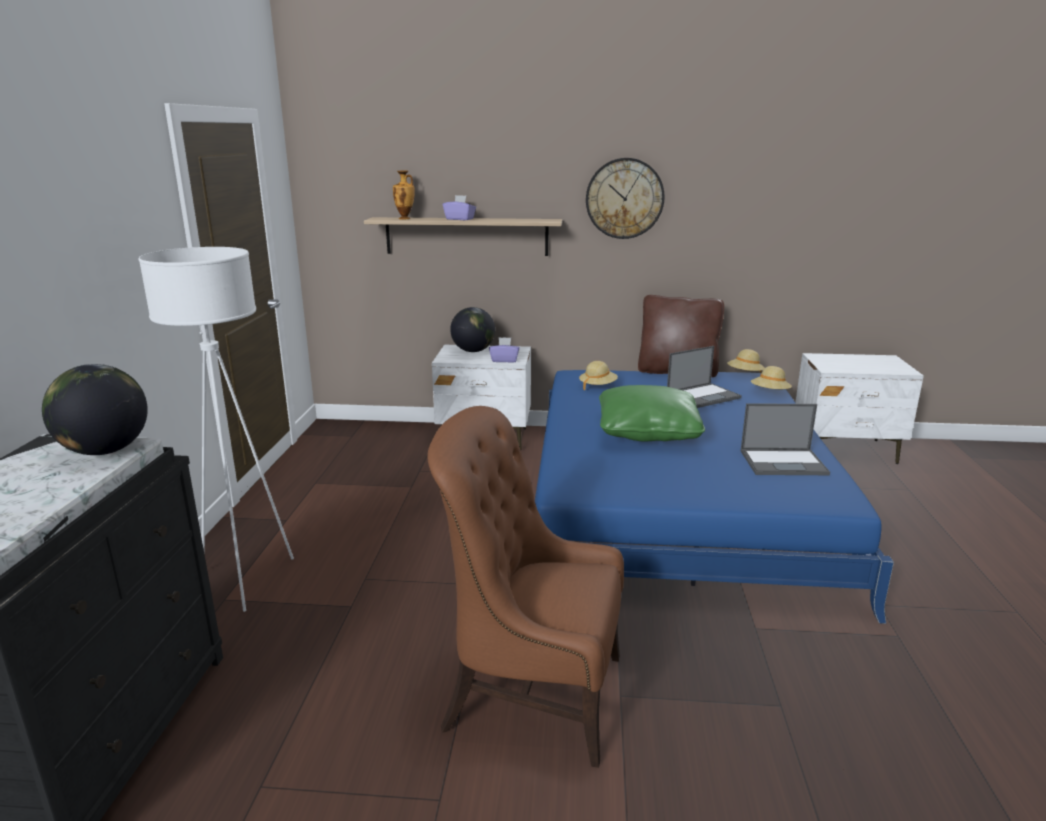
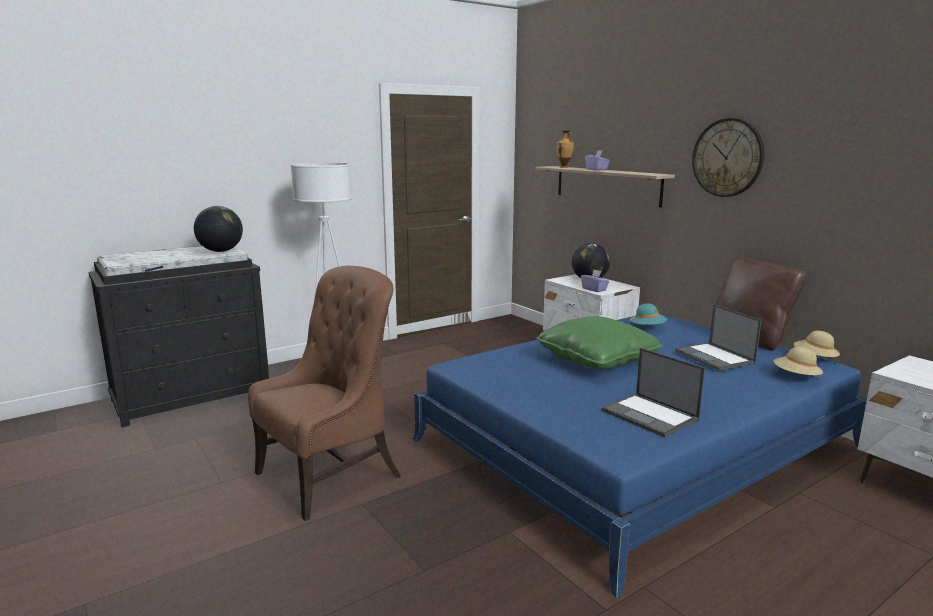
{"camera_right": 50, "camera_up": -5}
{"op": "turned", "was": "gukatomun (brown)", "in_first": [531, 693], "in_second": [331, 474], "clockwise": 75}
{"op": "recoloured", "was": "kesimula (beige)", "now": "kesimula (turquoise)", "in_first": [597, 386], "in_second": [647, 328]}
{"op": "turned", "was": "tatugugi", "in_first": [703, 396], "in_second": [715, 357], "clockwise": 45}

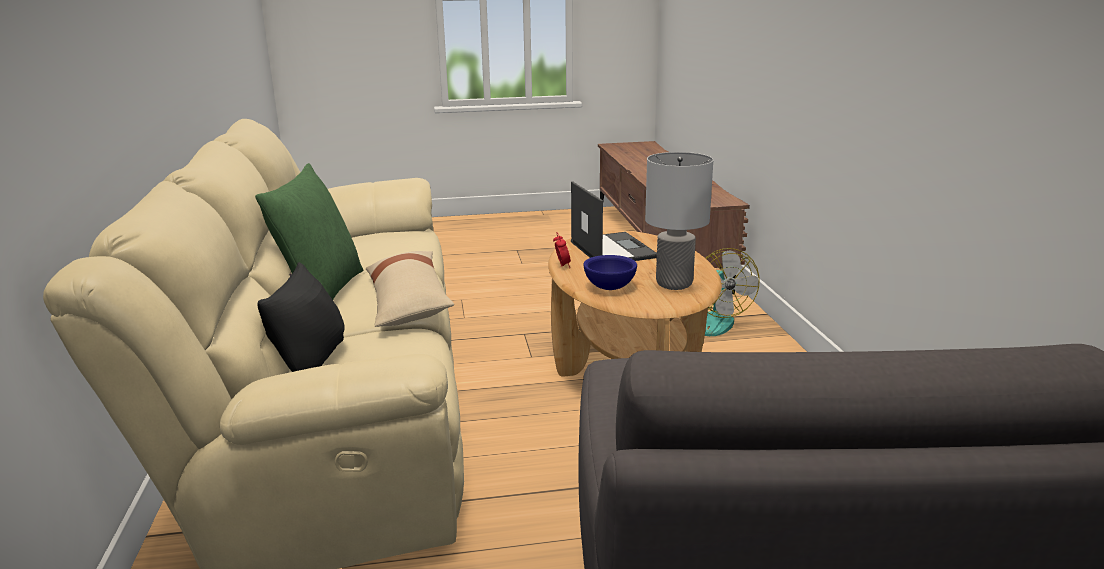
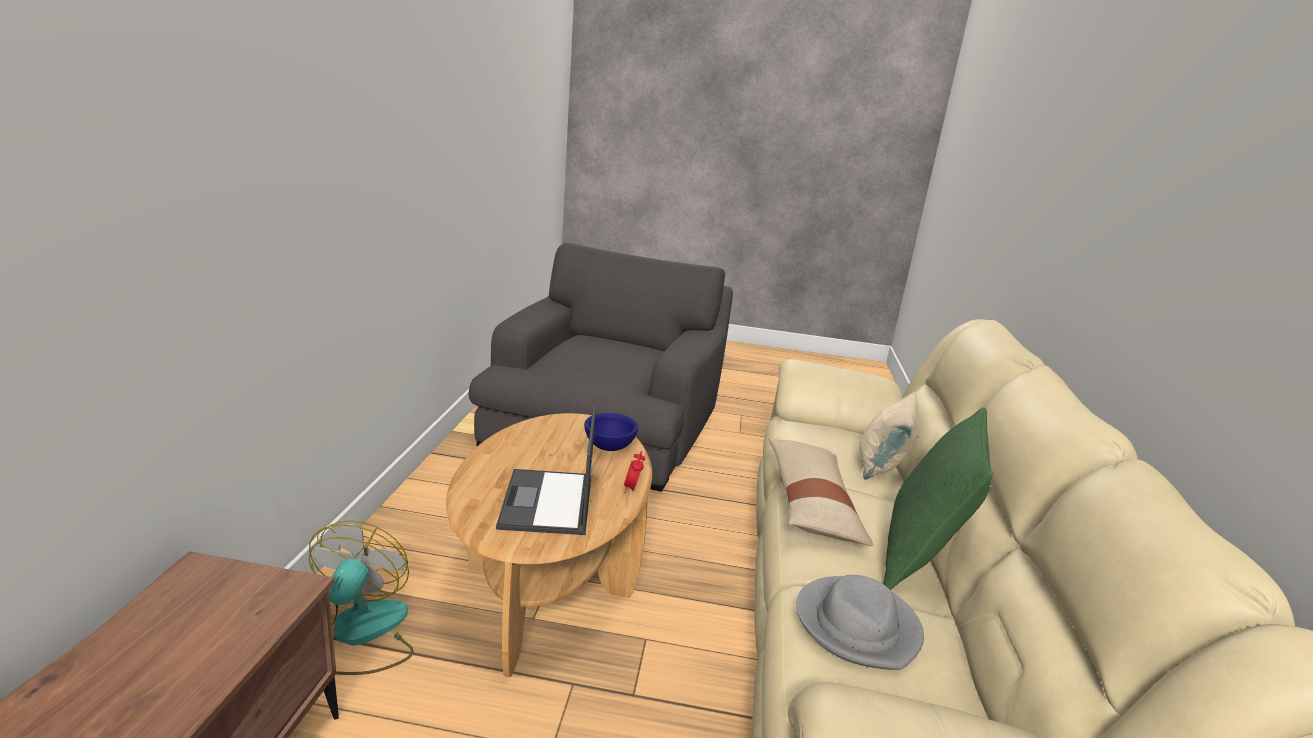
{"camera_right": -165, "camera_up": 0}
{"op": "added", "now": "kesimula (grey)", "in_second": [857, 626]}
{"op": "recoloured", "was": "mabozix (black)", "now": "mabozix (beige)", "in_first": [311, 361], "in_second": [882, 466]}
{"op": "removed", "was": "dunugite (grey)", "in_first": [673, 286]}

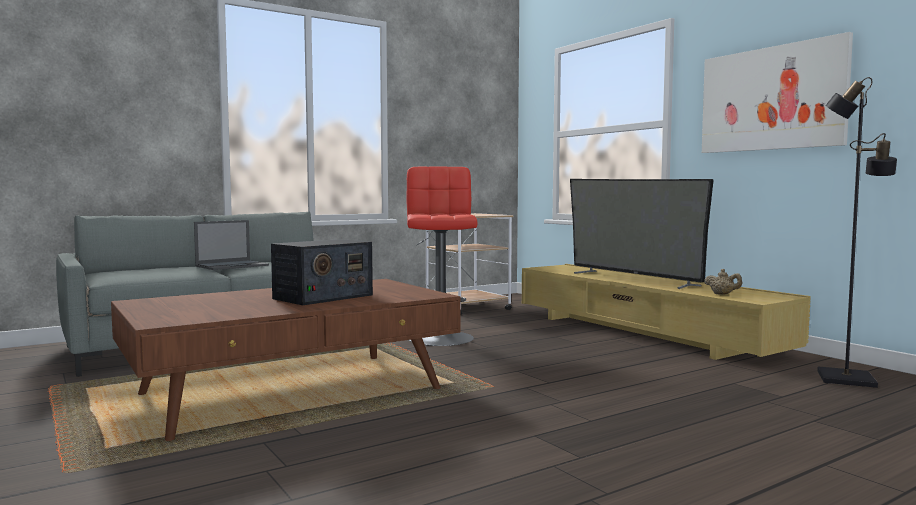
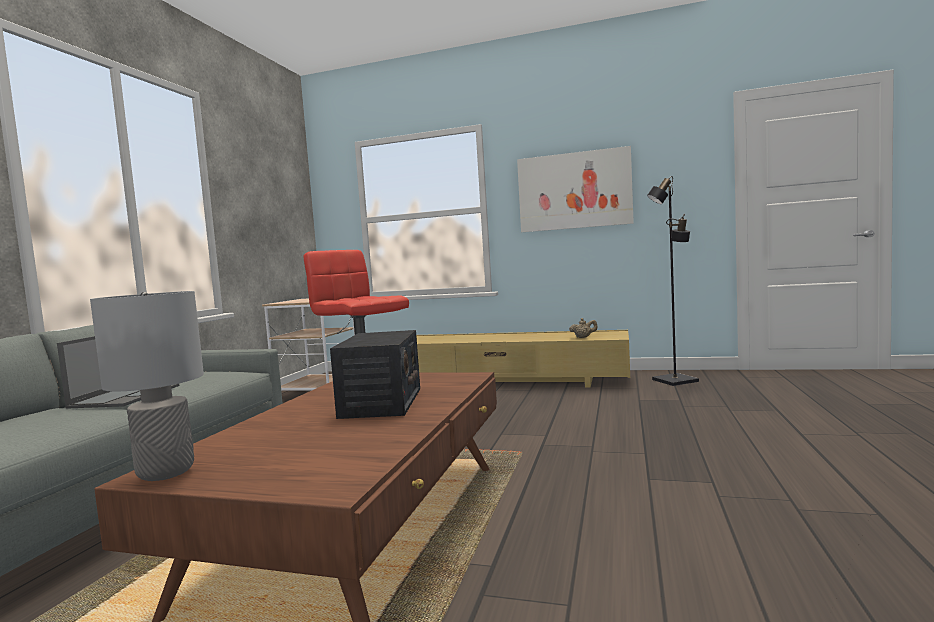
{"camera_right": -40, "camera_up": 0}
{"op": "added", "now": "dunugite (grey)", "in_second": [167, 475]}
{"op": "removed", "was": "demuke", "in_first": [633, 279]}

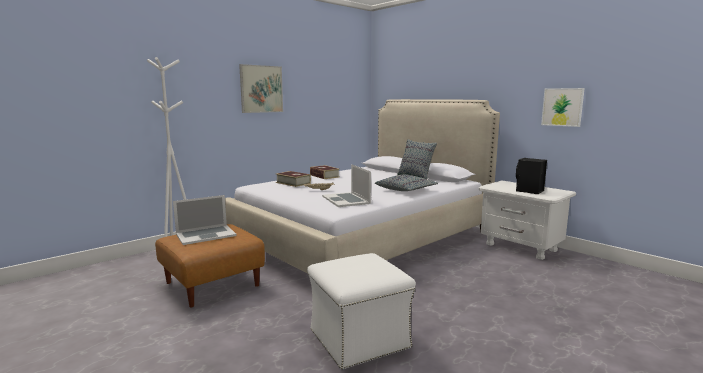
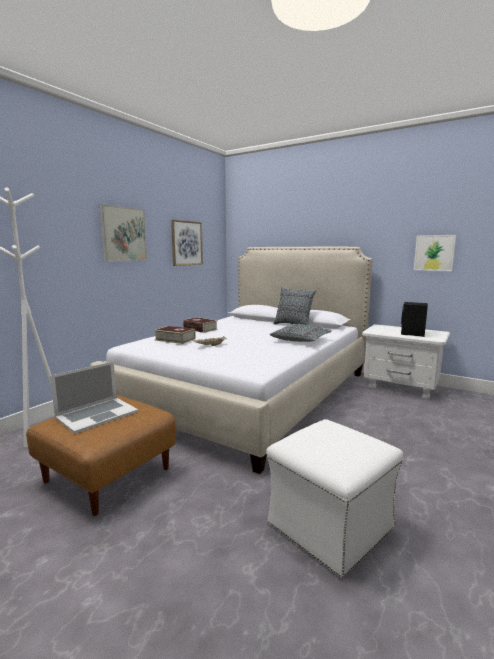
{"camera_right": -15, "camera_up": 0}
{"op": "added", "now": "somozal", "in_second": [186, 243]}
{"op": "removed", "was": "tatugugi", "in_first": [346, 200]}

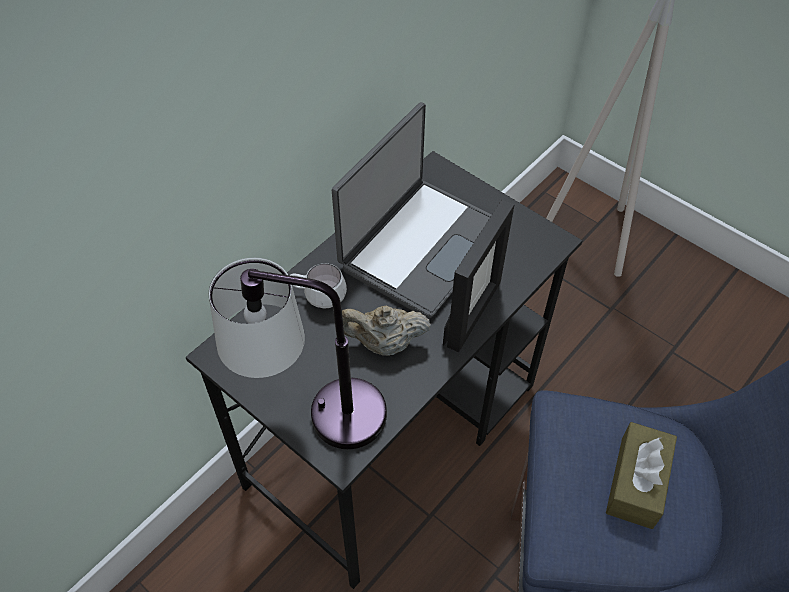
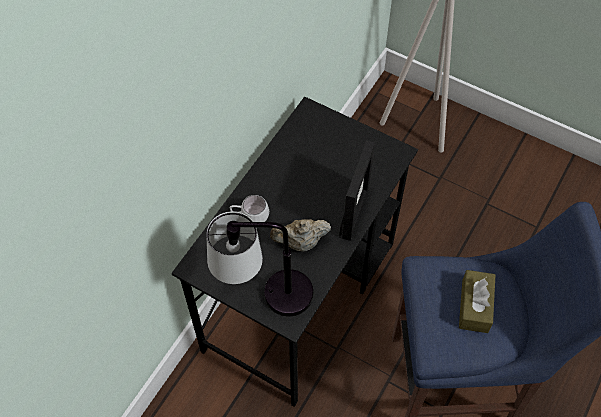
{"camera_right": -10, "camera_up": 5}
{"op": "removed", "was": "tatugugi", "in_first": [420, 246]}

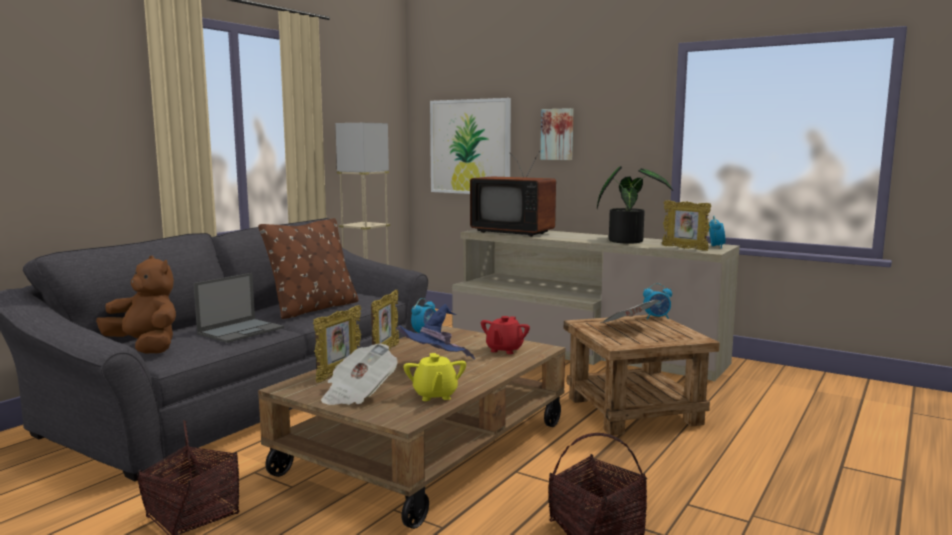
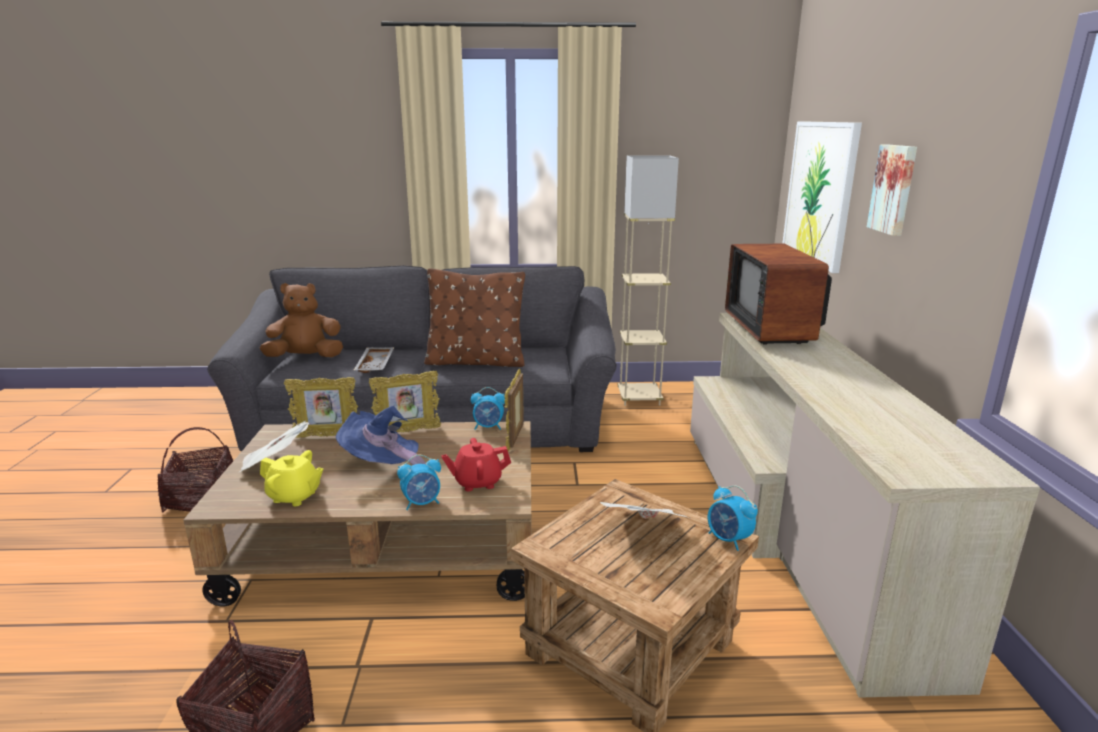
{"camera_right": 55, "camera_up": 10}
{"op": "turned", "was": "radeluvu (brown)", "in_first": [146, 347], "in_second": [306, 358], "clockwise": -105}
{"op": "turned", "was": "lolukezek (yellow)", "in_first": [435, 395], "in_second": [294, 496], "clockwise": -120}
{"op": "replaced", "was": "tatugugi", "now": "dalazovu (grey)", "in_first": [241, 330], "in_second": [376, 365]}
{"op": "moved", "was": "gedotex", "in_first": [716, 247], "in_second": [422, 503]}
{"op": "moved", "was": "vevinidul", "in_first": [685, 248], "in_second": [515, 439]}
{"op": "removed", "was": "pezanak", "in_first": [628, 240]}

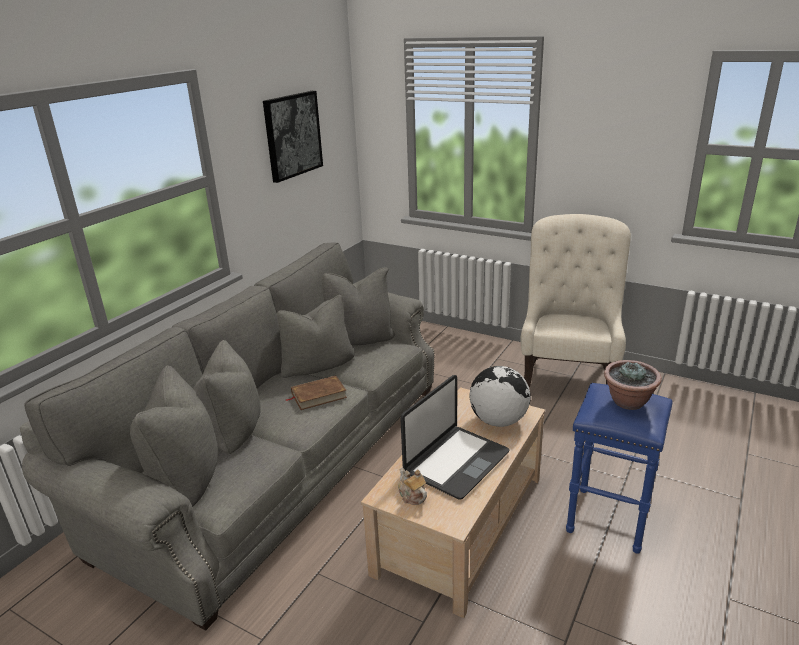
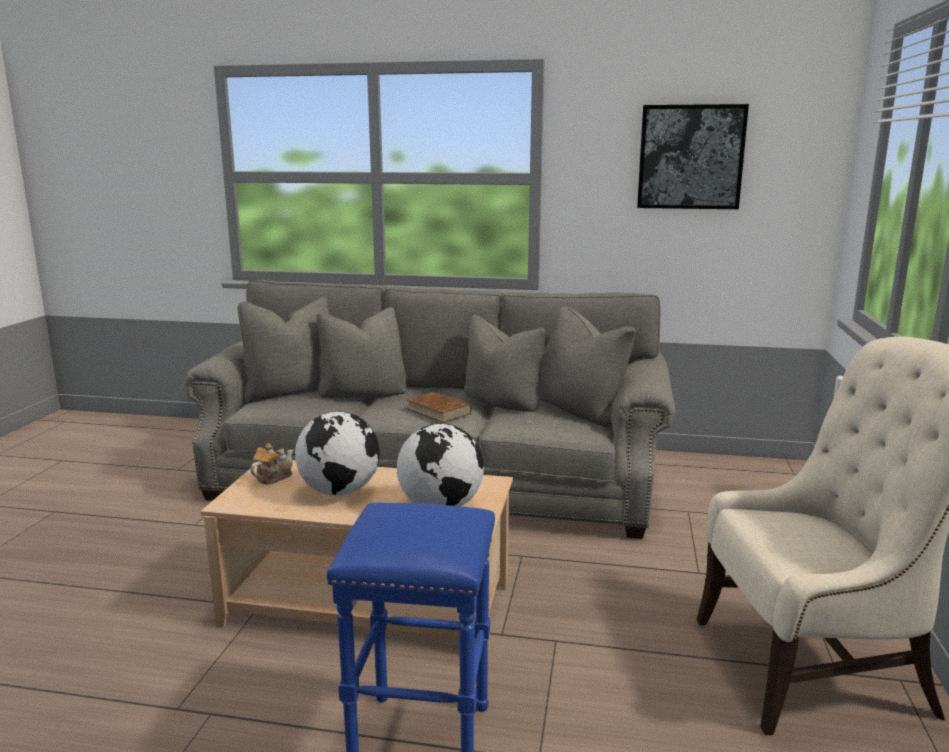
{"camera_right": 70, "camera_up": -10}
{"op": "replaced", "was": "tatugugi", "now": "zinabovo", "in_first": [455, 462], "in_second": [340, 491]}
{"op": "removed", "was": "pezanak", "in_first": [628, 402]}

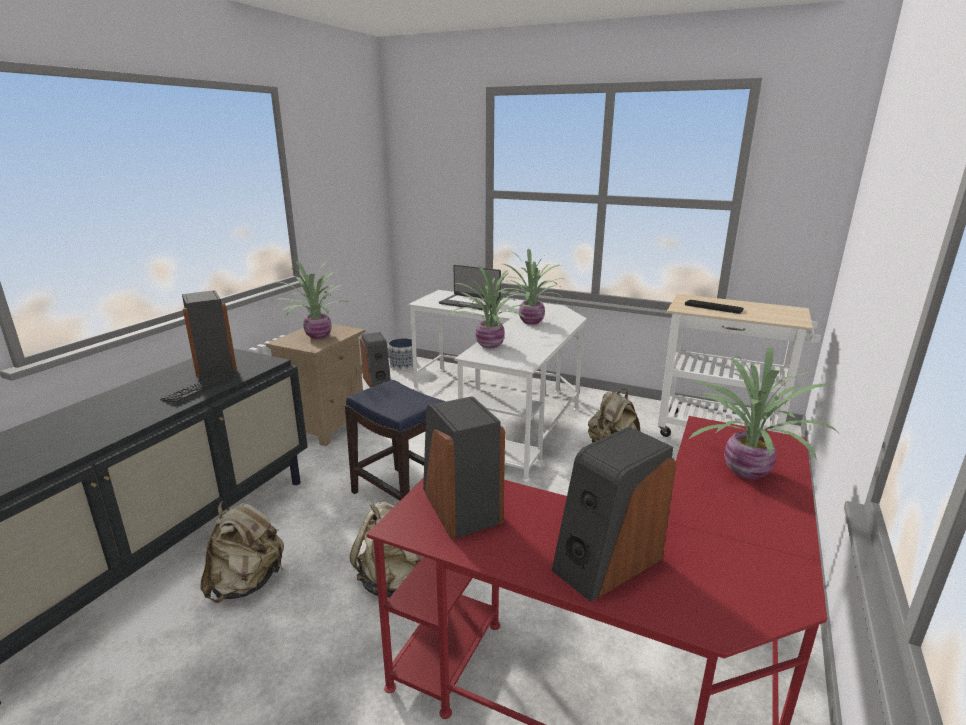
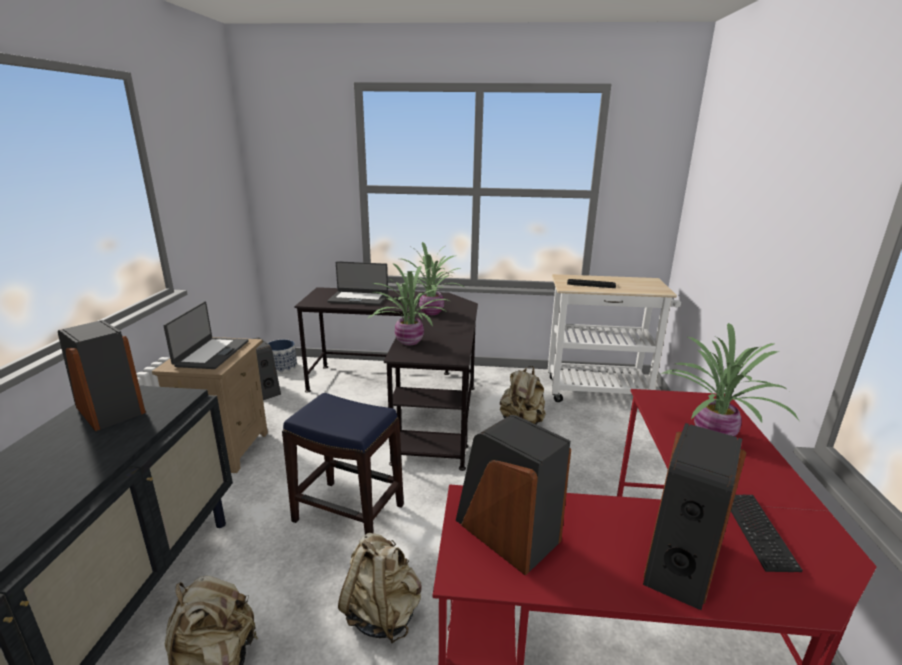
{"camera_right": -20, "camera_up": 0}
{"op": "replaced", "was": "pezanak", "now": "tatugugi", "in_first": [317, 336], "in_second": [211, 353]}
{"op": "recoloured", "was": "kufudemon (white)", "now": "kufudemon (black)", "in_first": [502, 410], "in_second": [405, 400]}
{"op": "moved", "was": "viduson", "in_first": [199, 389], "in_second": [757, 532]}

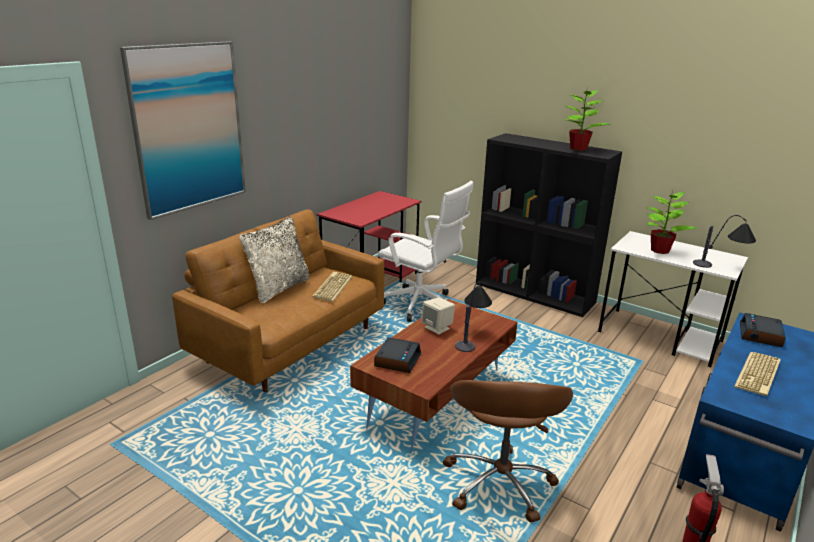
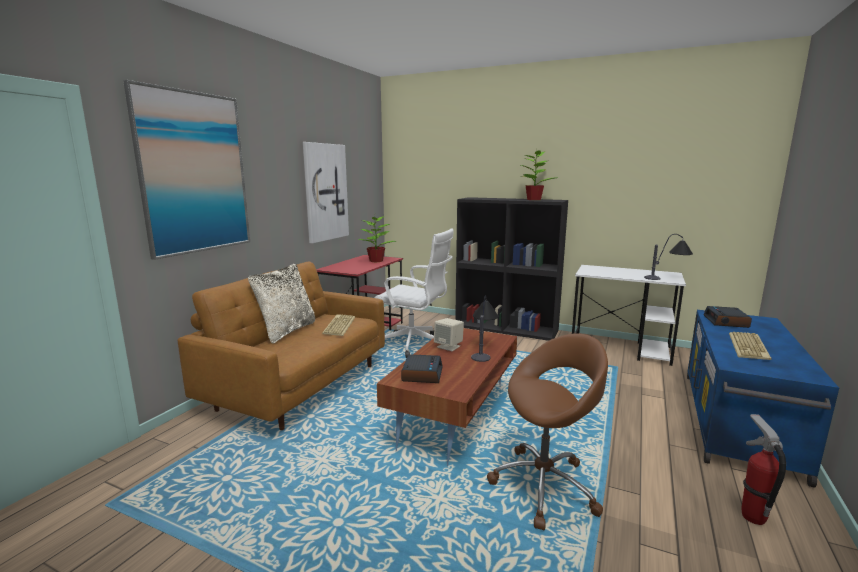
{"camera_right": -10, "camera_up": -10}
{"op": "added", "now": "somozal", "in_second": [325, 192]}
{"op": "moved", "was": "pezanak", "in_first": [660, 250], "in_second": [376, 261]}
{"op": "turned", "was": "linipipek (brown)", "in_first": [499, 486], "in_second": [546, 485], "clockwise": -90}

